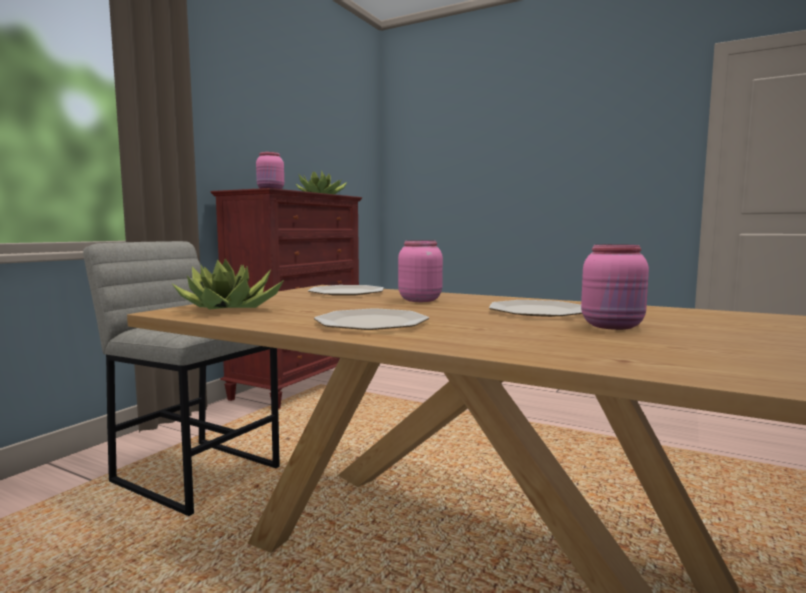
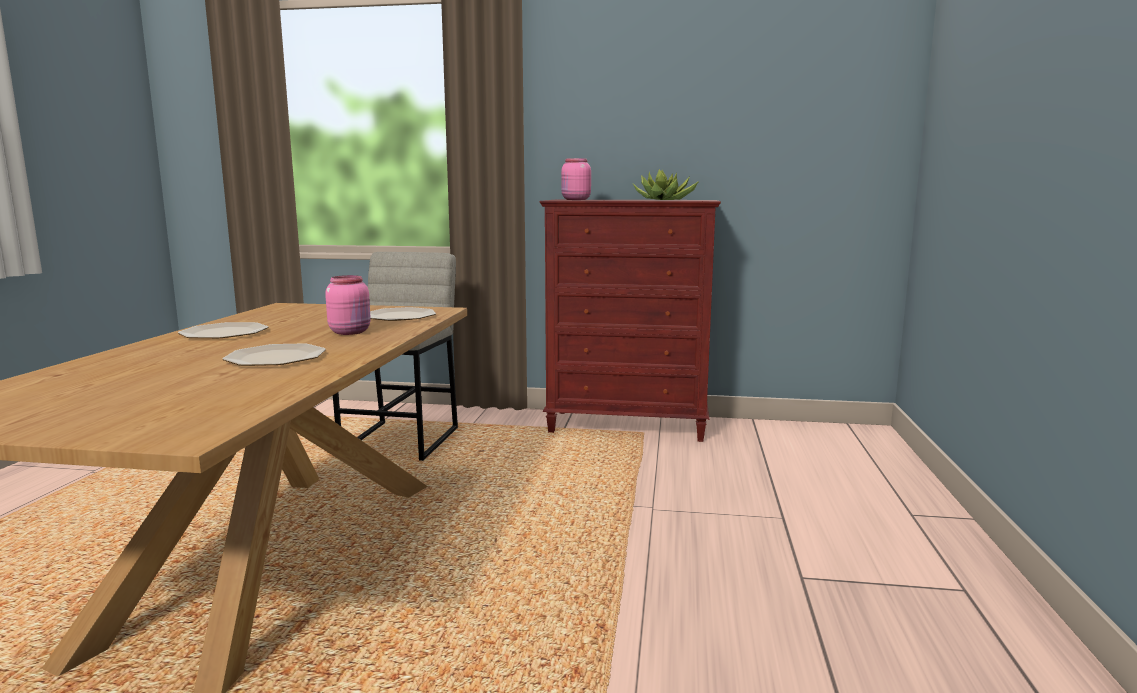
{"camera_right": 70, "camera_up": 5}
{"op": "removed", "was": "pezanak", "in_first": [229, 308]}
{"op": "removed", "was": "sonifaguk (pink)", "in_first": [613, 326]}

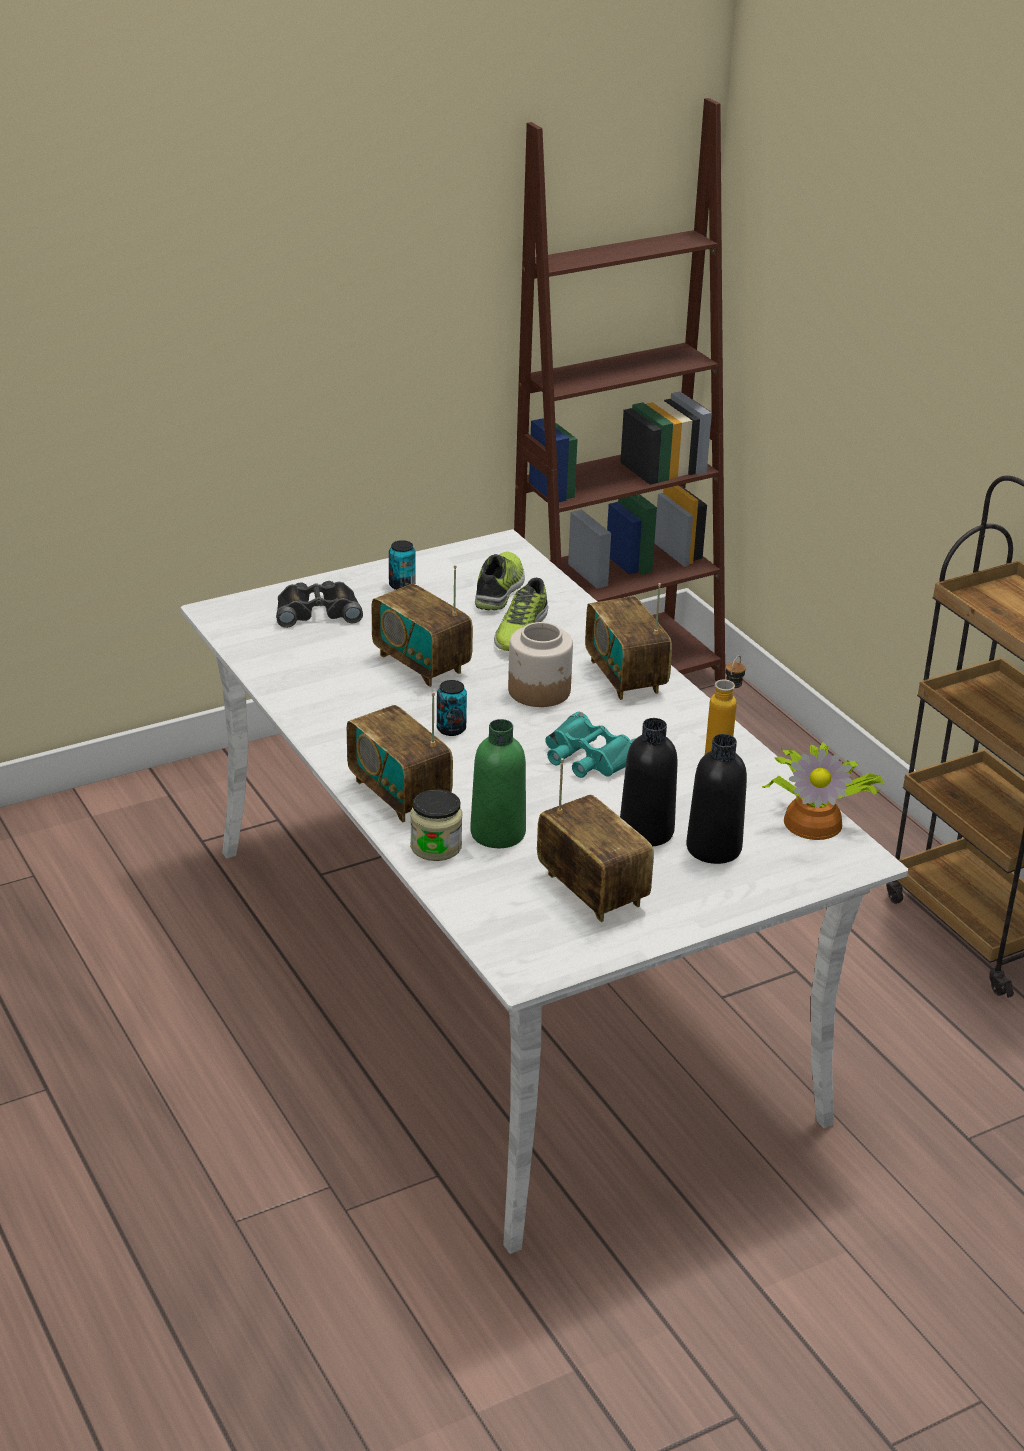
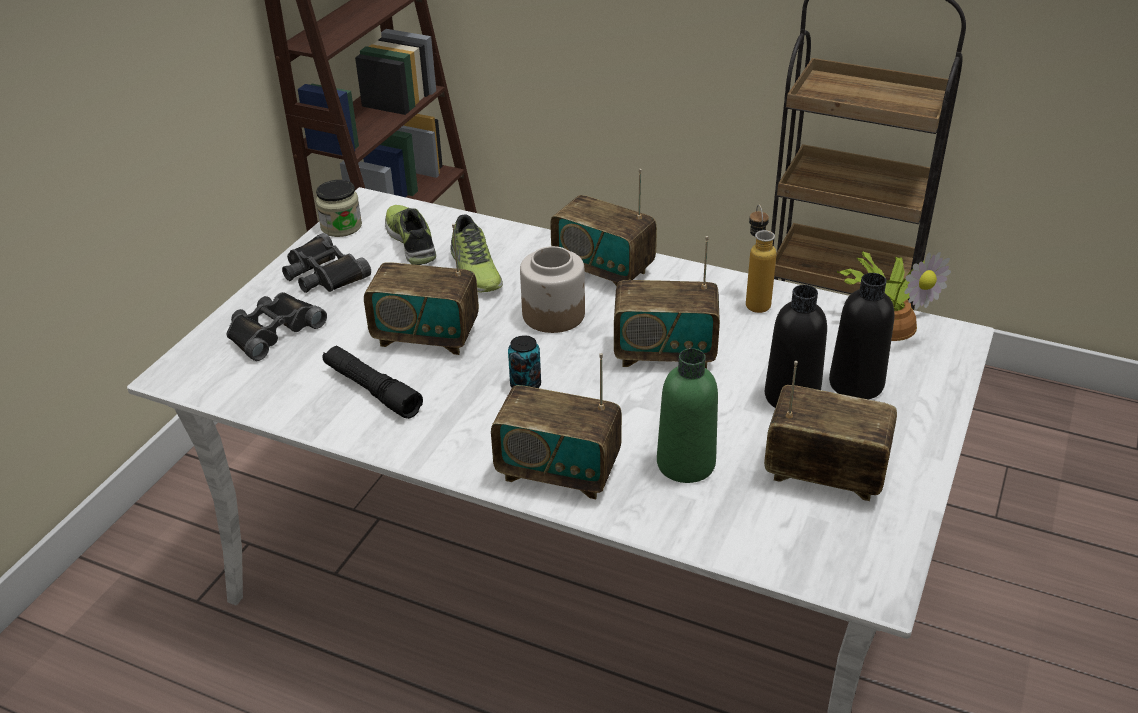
{"camera_right": -35, "camera_up": 5}
{"op": "replaced", "was": "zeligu", "now": "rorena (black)", "in_first": [402, 585], "in_second": [323, 273]}
{"op": "moved", "was": "sonifaguk", "in_first": [436, 846], "in_second": [341, 226]}
{"op": "added", "now": "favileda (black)", "in_second": [372, 390]}
{"op": "replaced", "was": "rorena (turquoise)", "now": "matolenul", "in_first": [588, 757], "in_second": [664, 353]}

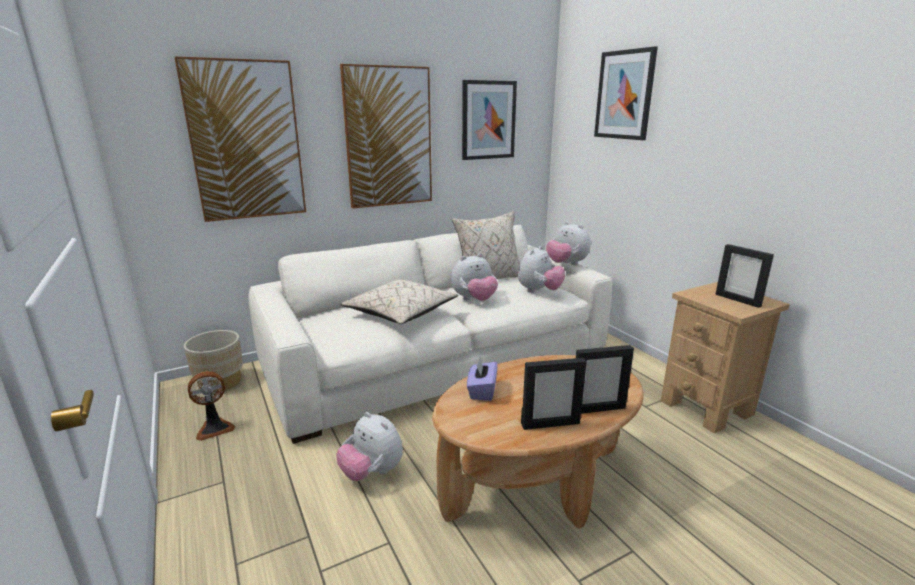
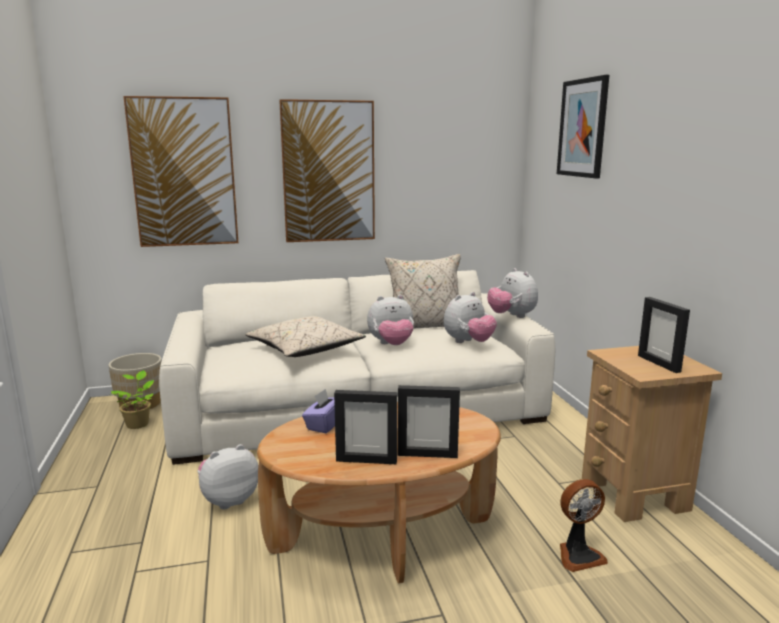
{"camera_right": 15, "camera_up": -5}
{"op": "added", "now": "pezanak", "in_second": [138, 423]}
{"op": "turned", "was": "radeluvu", "in_first": [372, 472], "in_second": [229, 500], "clockwise": 90}
{"op": "moved", "was": "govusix", "in_first": [214, 428], "in_second": [578, 555]}
{"op": "removed", "was": "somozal", "in_first": [488, 120]}

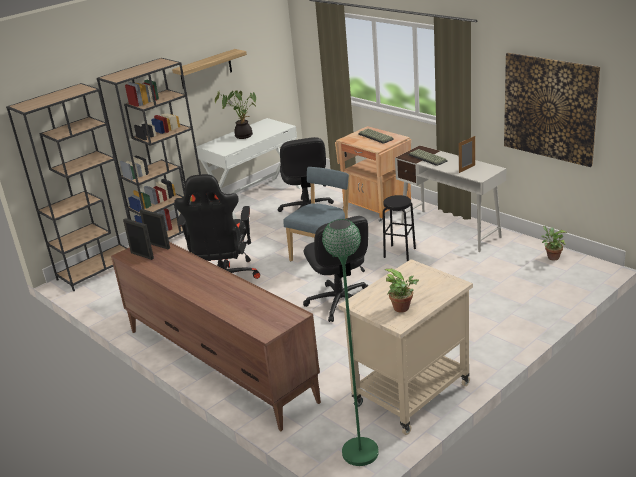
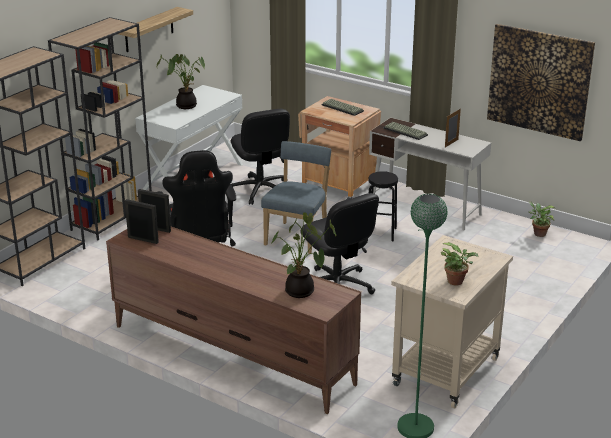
{"camera_right": -15, "camera_up": 0}
{"op": "added", "now": "pezanak", "in_second": [301, 292]}

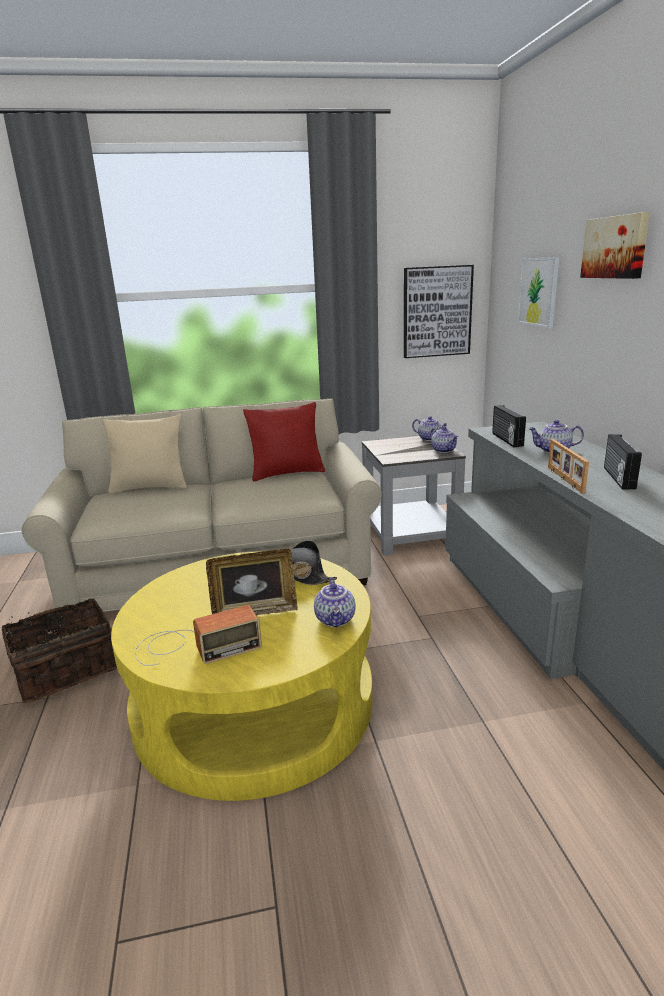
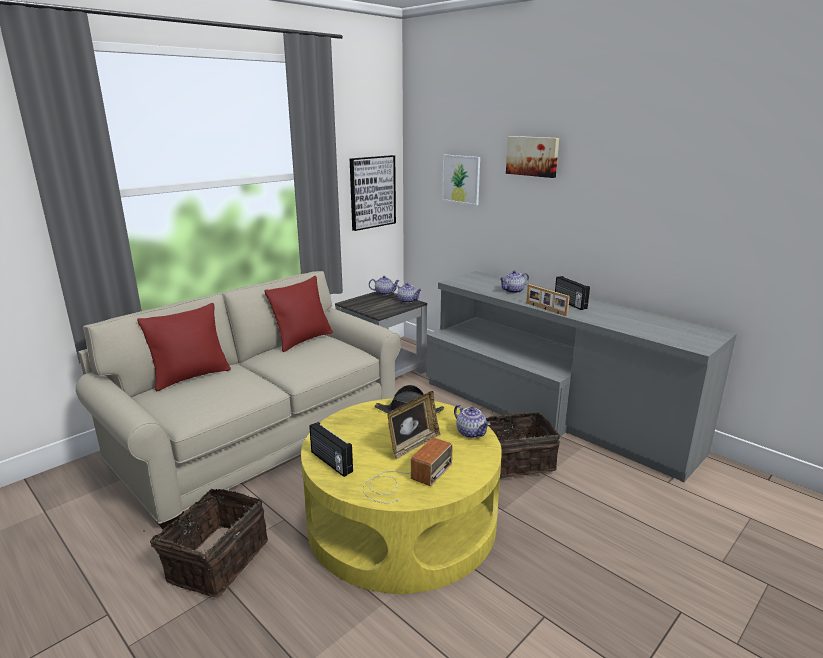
{"camera_right": -35, "camera_up": 0}
{"op": "recoloured", "was": "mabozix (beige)", "now": "mabozix (red)", "in_first": [150, 487], "in_second": [191, 377]}
{"op": "moved", "was": "matolenul", "in_first": [506, 439], "in_second": [330, 462]}
{"op": "added", "now": "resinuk", "in_second": [515, 461]}

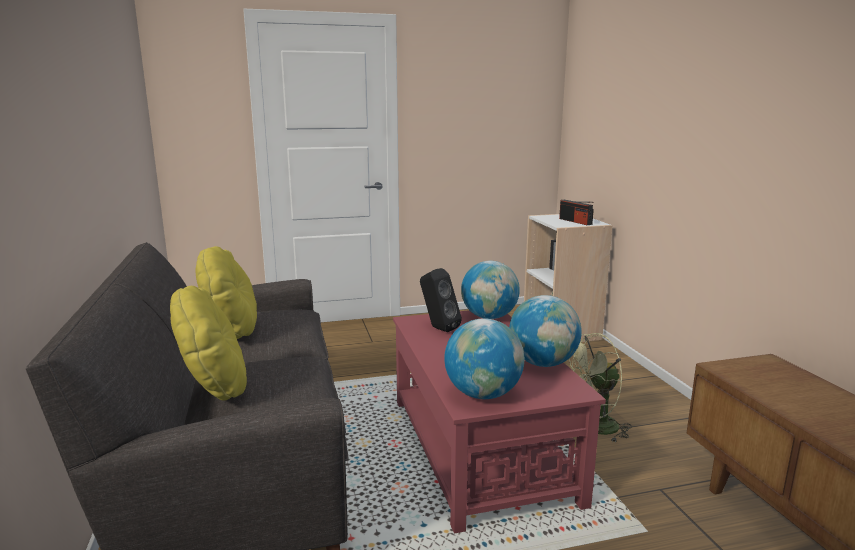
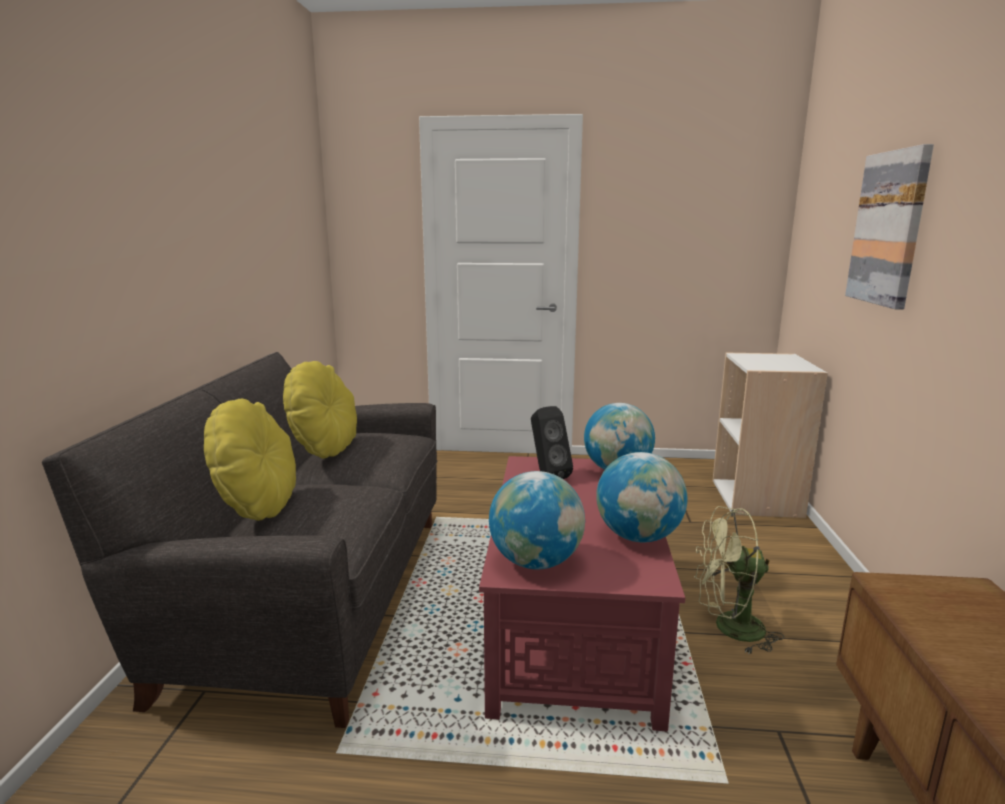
{"camera_right": 20, "camera_up": 0}
{"op": "added", "now": "somozal", "in_second": [889, 228]}
{"op": "removed", "was": "matolenul", "in_first": [575, 221]}

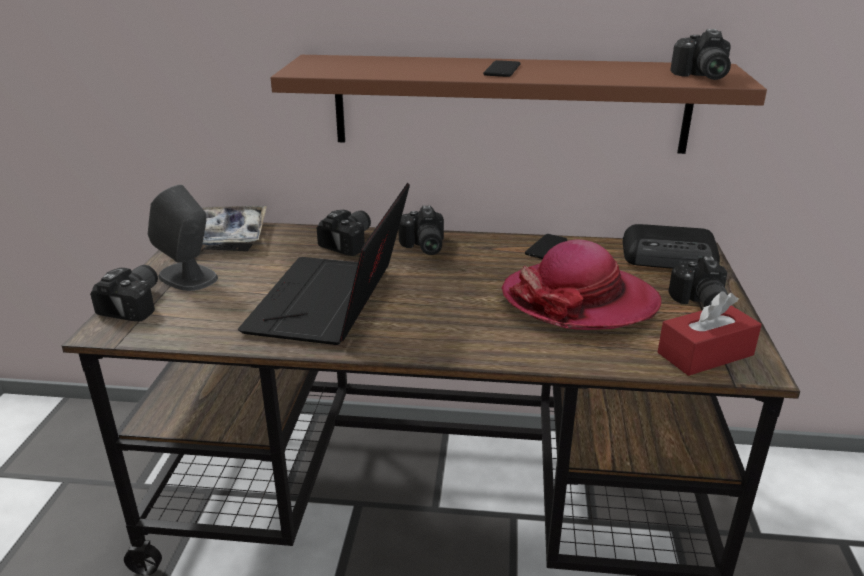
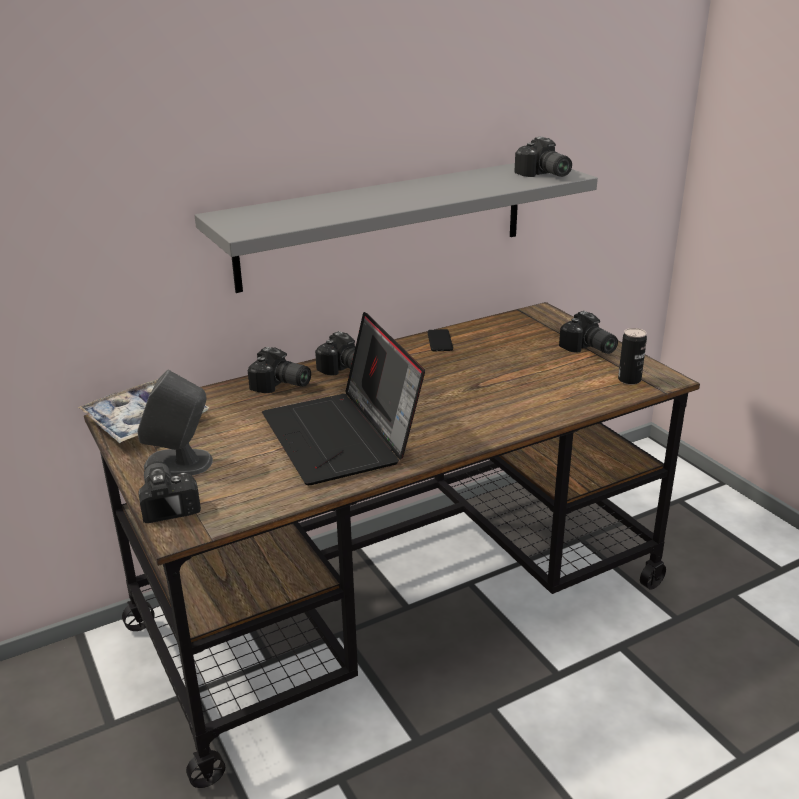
{"camera_right": -35, "camera_up": 0}
{"op": "recoloured", "was": "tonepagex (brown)", "now": "tonepagex (grey)", "in_first": [509, 104], "in_second": [384, 223]}
{"op": "turned", "was": "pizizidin", "in_first": [351, 242], "in_second": [281, 385], "clockwise": 120}
{"op": "replaced", "was": "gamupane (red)", "now": "zeligu", "in_first": [705, 354], "in_second": [629, 380]}
{"op": "removed", "was": "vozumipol", "in_first": [502, 70]}
{"op": "removed", "was": "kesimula", "in_first": [579, 301]}
{"op": "removed", "was": "matolenul", "in_first": [671, 257]}

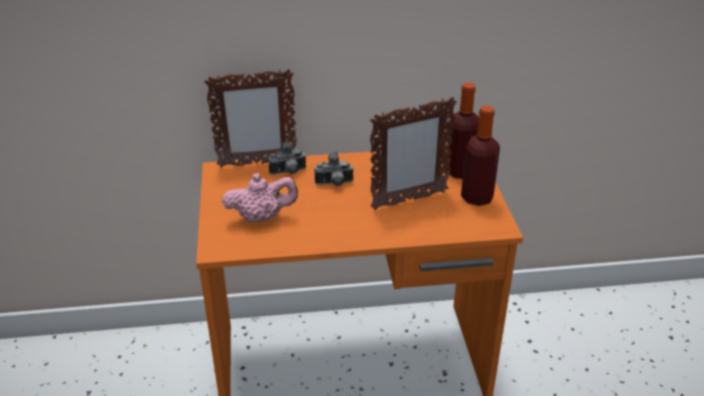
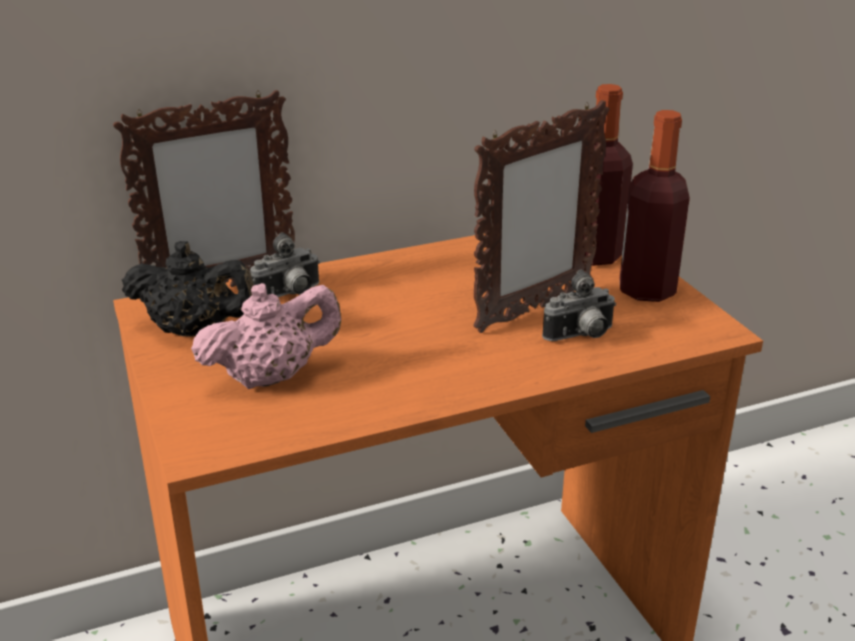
{"camera_right": -15, "camera_up": -5}
{"op": "added", "now": "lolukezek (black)", "in_second": [195, 331]}
{"op": "moved", "was": "pizizidin", "in_first": [334, 184], "in_second": [581, 337]}

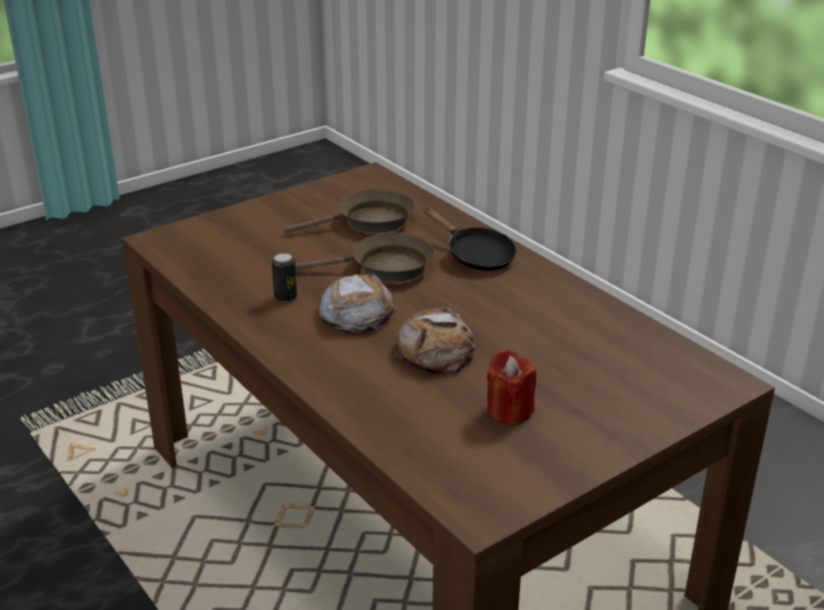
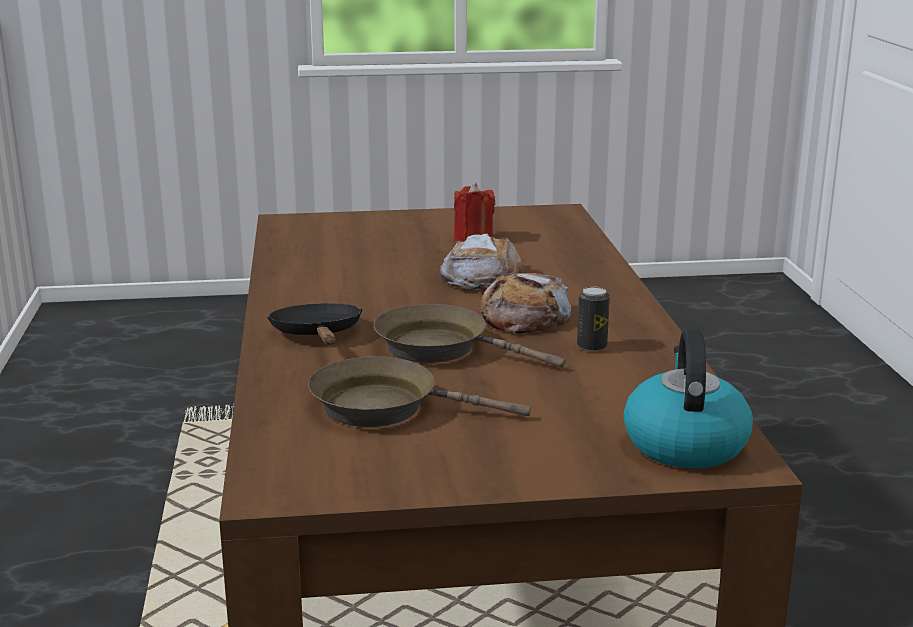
{"camera_right": -150, "camera_up": -10}
{"op": "added", "now": "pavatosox", "in_second": [684, 443]}

